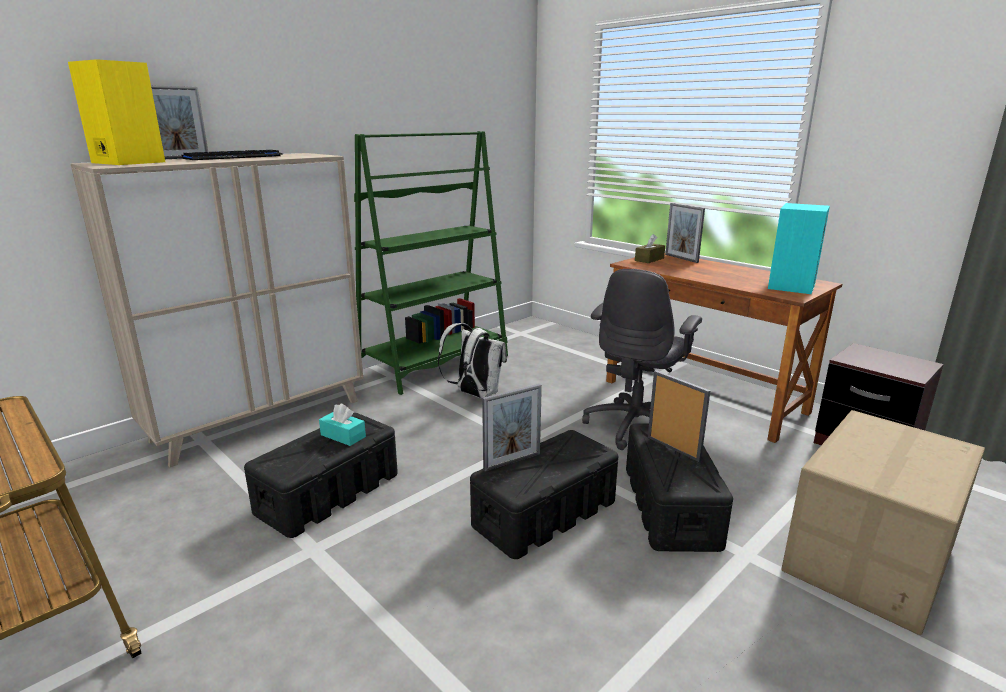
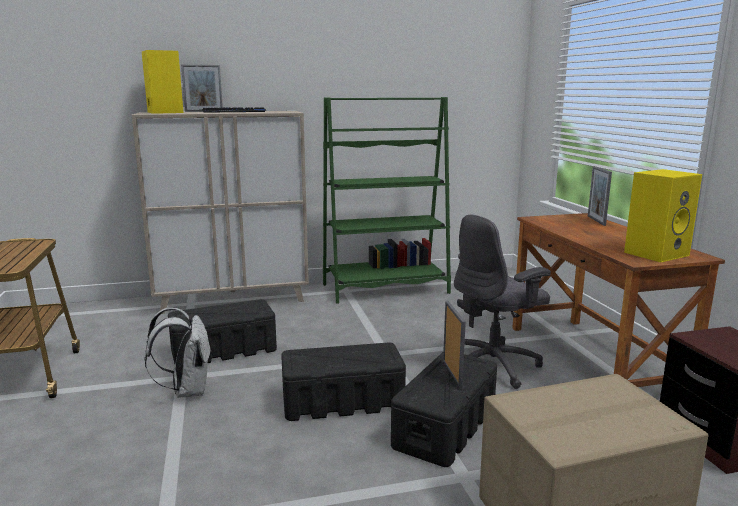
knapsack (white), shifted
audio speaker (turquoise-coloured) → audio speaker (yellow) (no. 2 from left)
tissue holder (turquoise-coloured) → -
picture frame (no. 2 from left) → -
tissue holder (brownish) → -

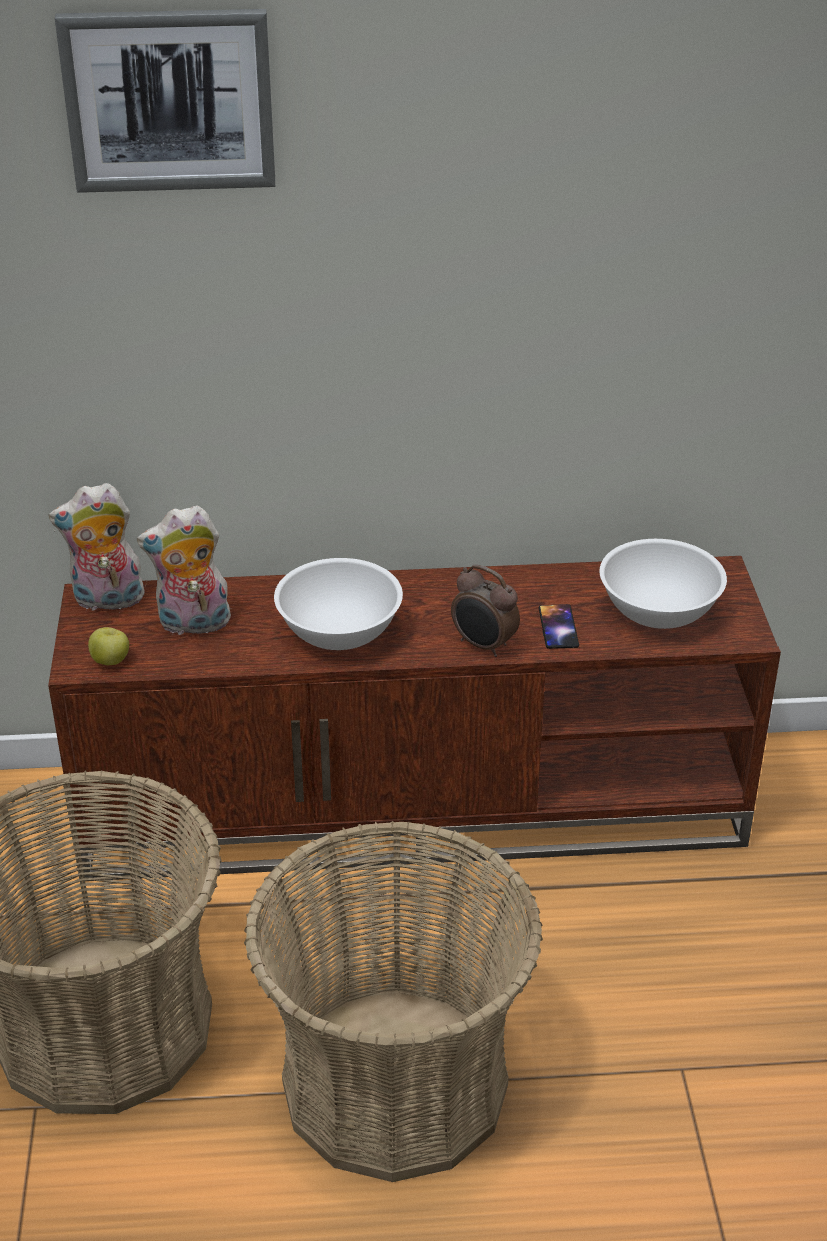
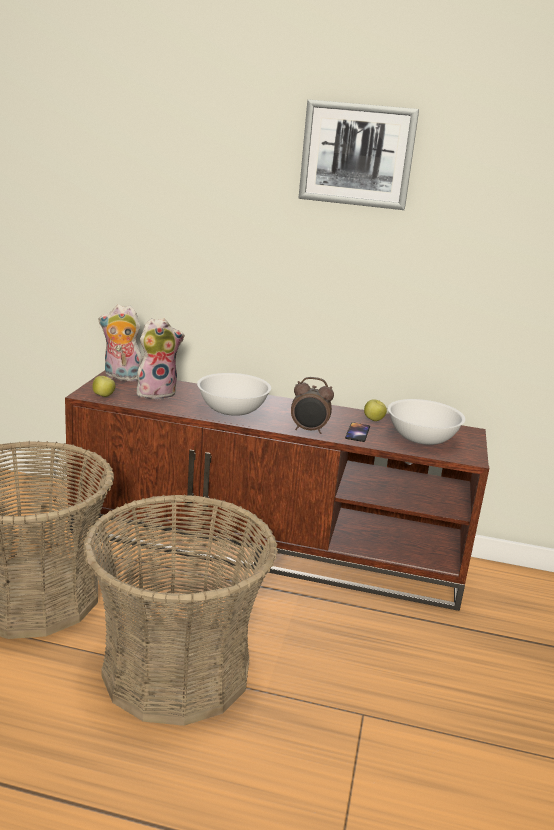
cuddly toy (no. 2 from left), 150 degrees clockwise
alarm clock, 45 degrees counterclockwise
wall art, shifted
- → whole apple (no. 2 from left)

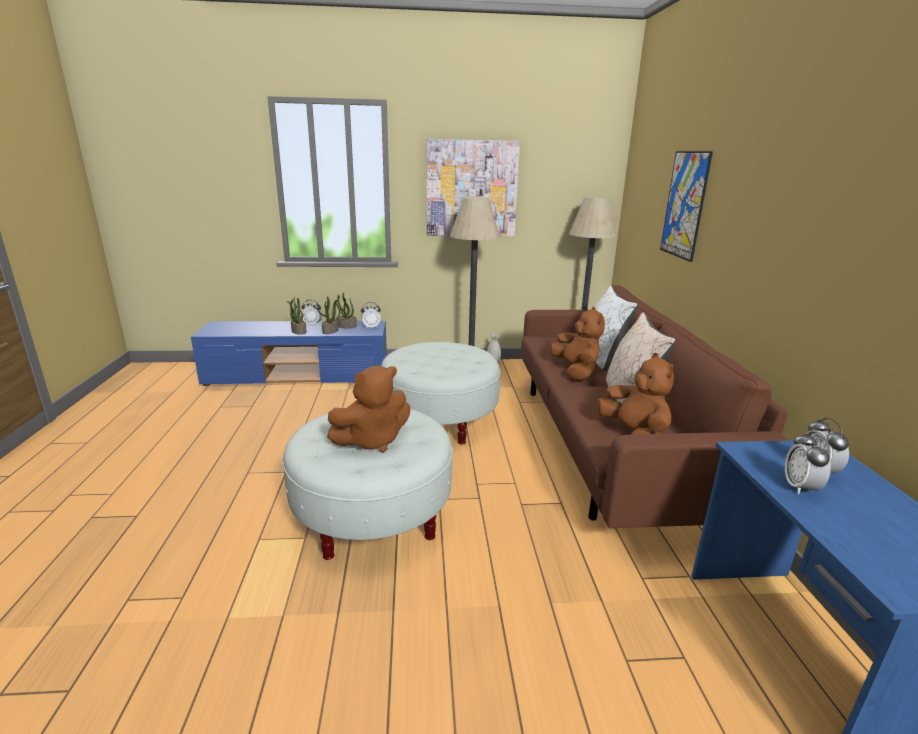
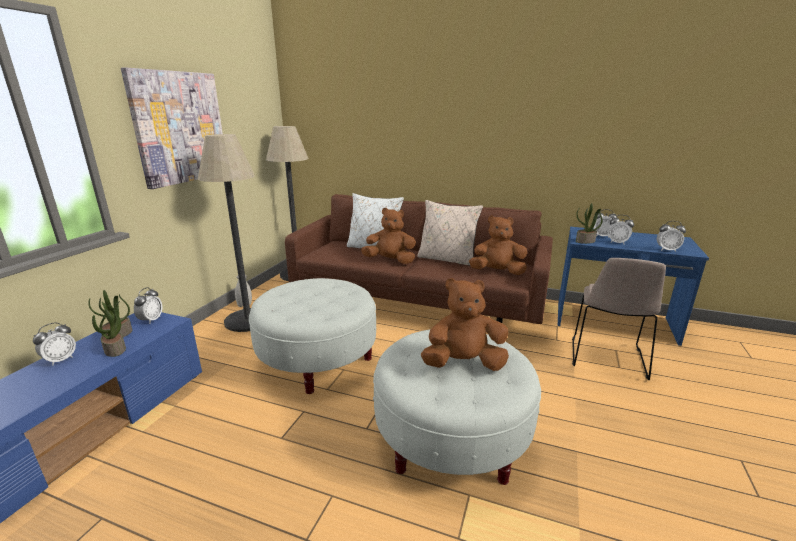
cuddly toy (brownish) (no. 1 from left in the first image) → cuddly toy (brownish) (no. 2 from left), 90 degrees counterclockwise
- → plain chair (beige-coloured)
houseplant (no. 1 from left in the first image) → houseplant (no. 3 from left), shifted
- → alarm clock (no. 5 from left)
wall art (no. 2 from left) → -

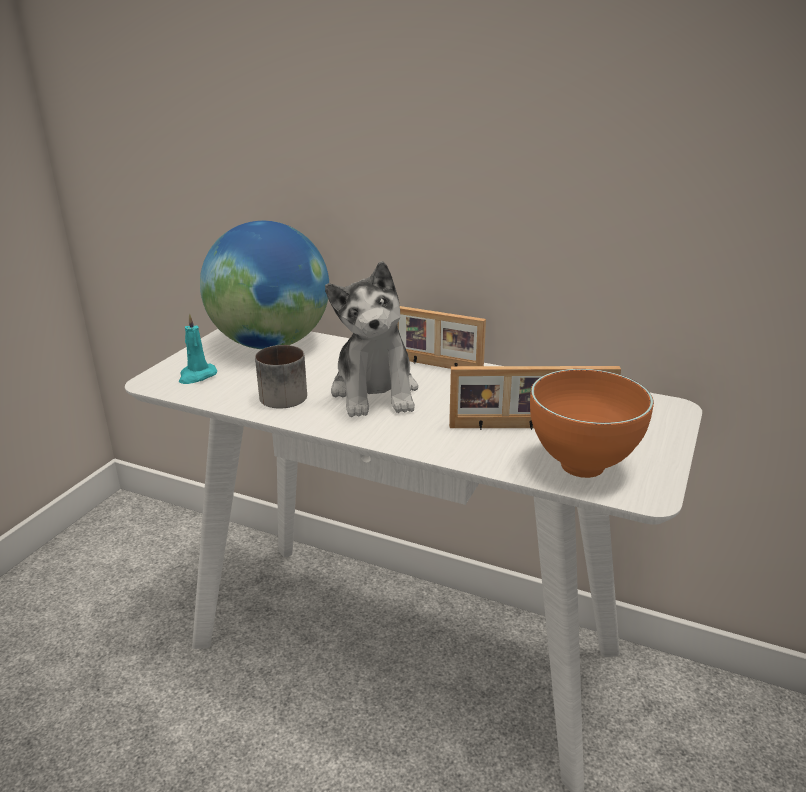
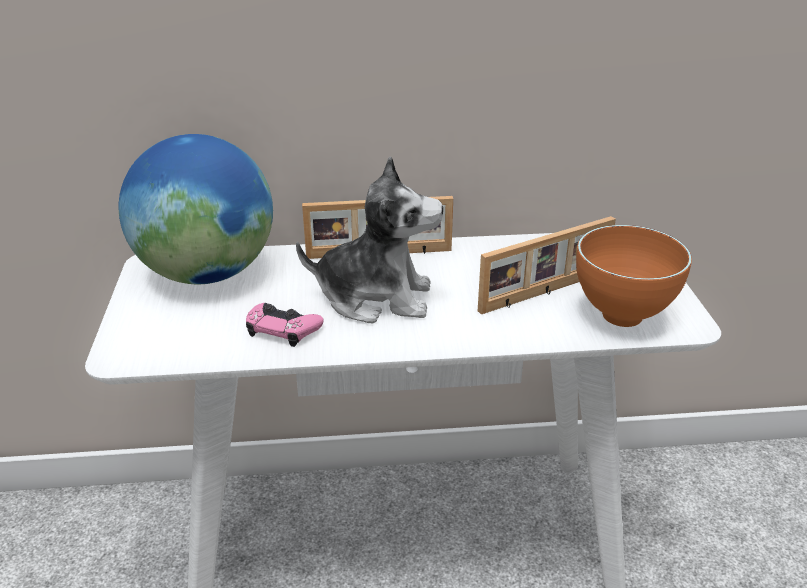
tea mug → joypad (pinkish)
cuddly toy, 45 degrees counterclockwise
wax light (turquoise-coloured) → -

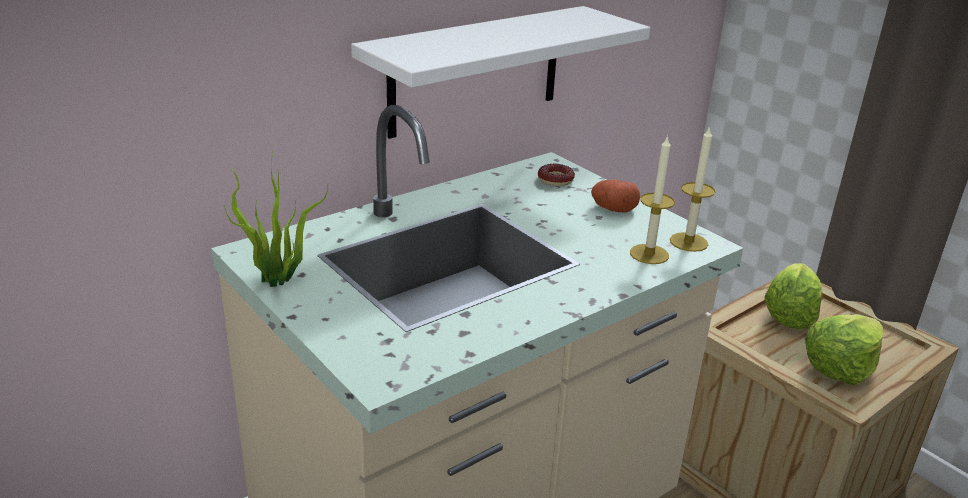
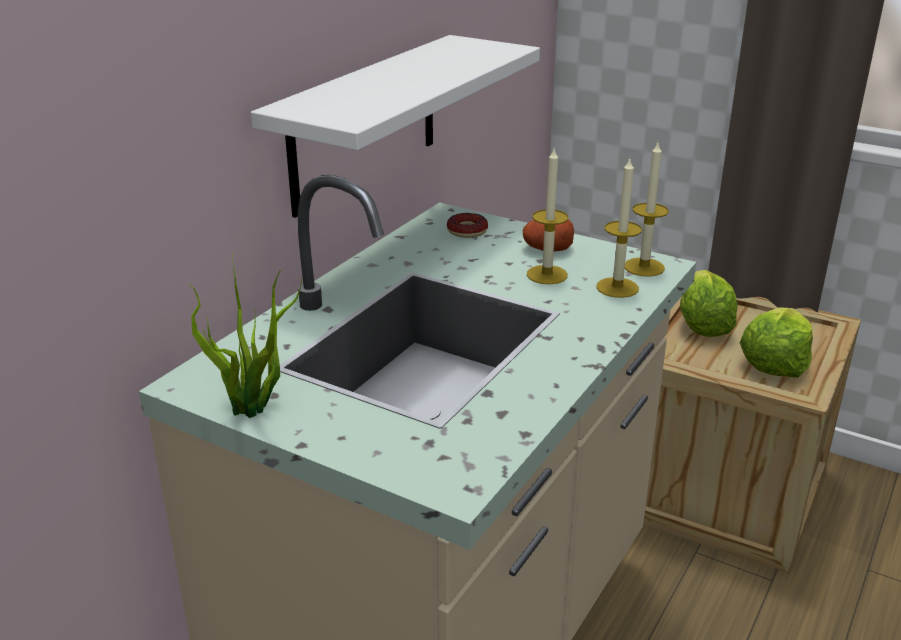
- → wax light (no. 1 from left)

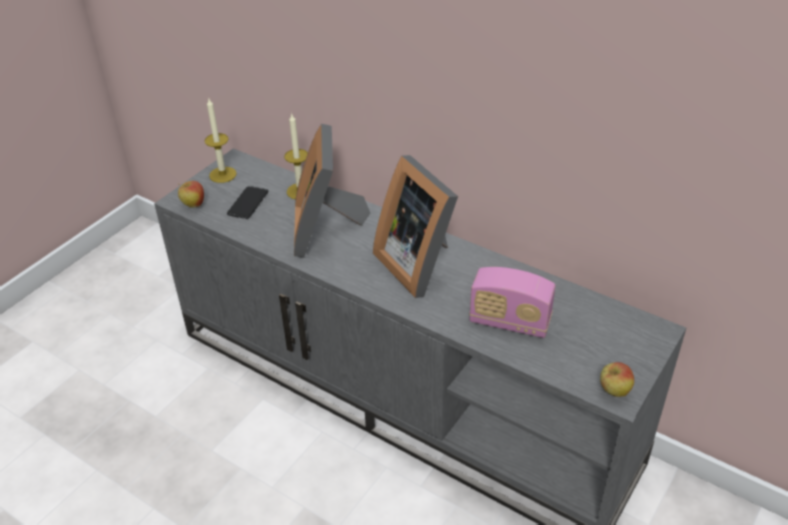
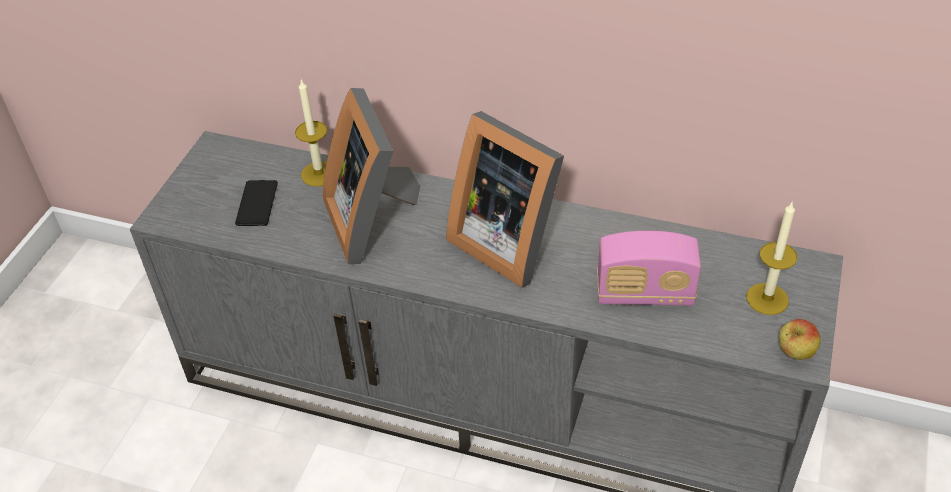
wax light (no. 1 from left in the first image) → wax light (no. 2 from left), shifted
whole apple (no. 1 from left) → -

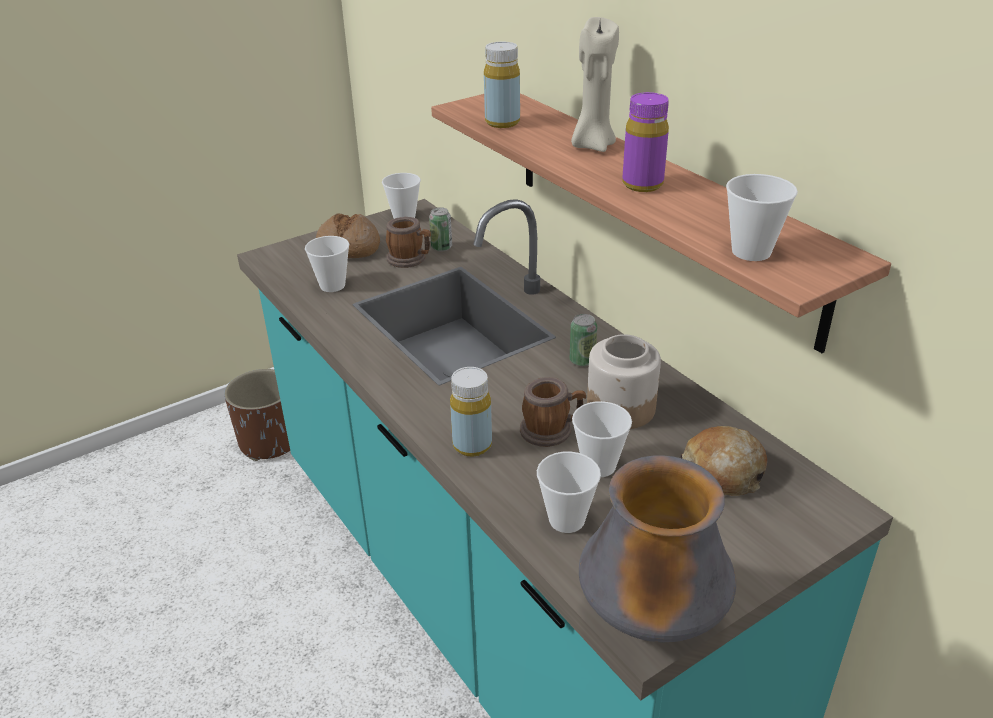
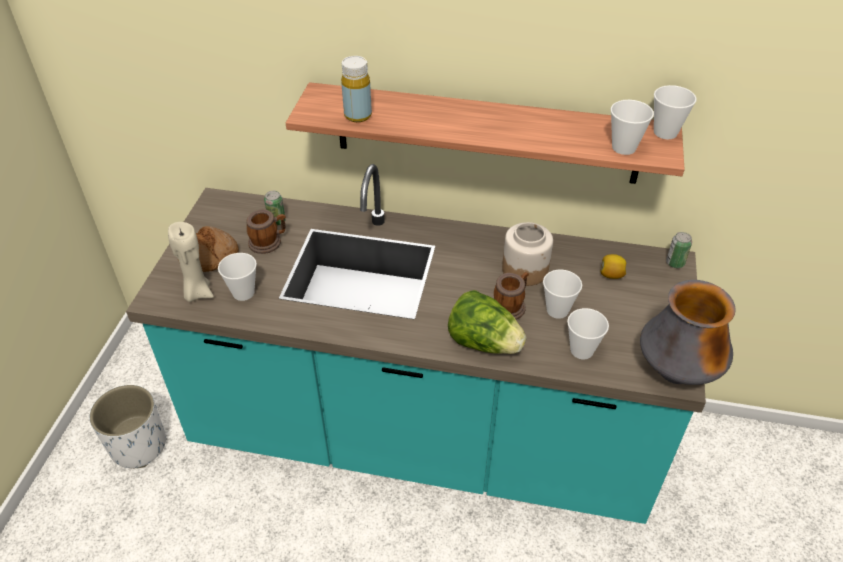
flower pot (brownish) → flower pot (white)
wax light (beige-coloured), shifted
bottle (yellow) (no. 1 from left) → head of lettuce
bread (no. 2 from left) → lemon
small cup (no. 2 from left in the first image) → small cup (no. 5 from left), shifted
sealed can (no. 2 from left), shifted
bottle (purple) → -

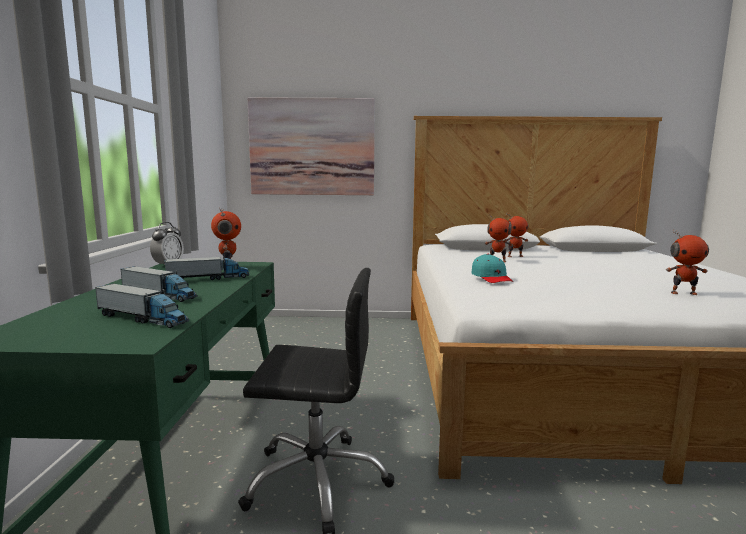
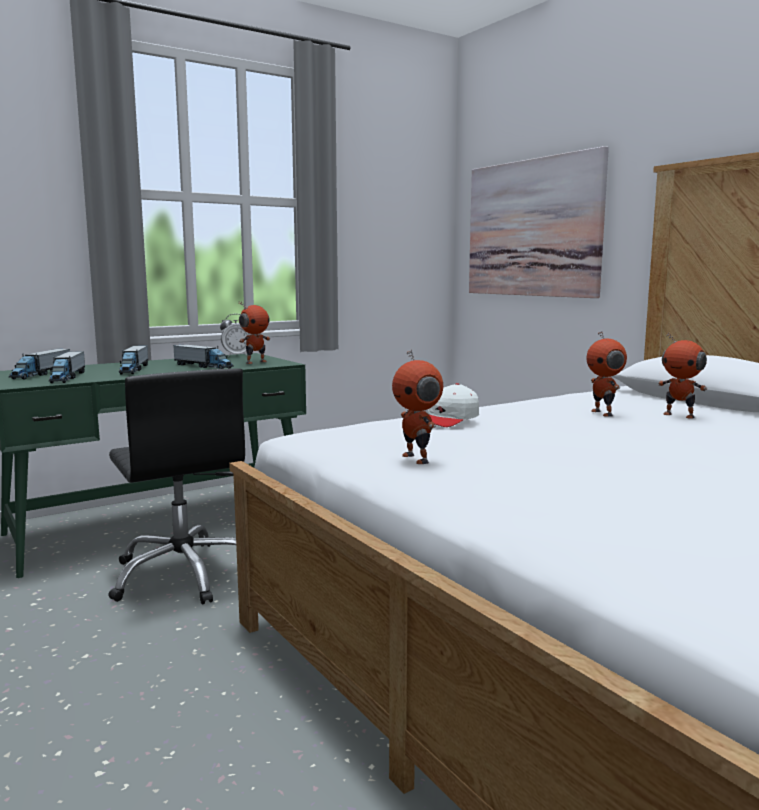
- → model truck (no. 1 from left)
toy robot (no. 4 from left in the first image) → toy robot (no. 2 from left), shifted
cap (turquoise-coloured) → cap (white)

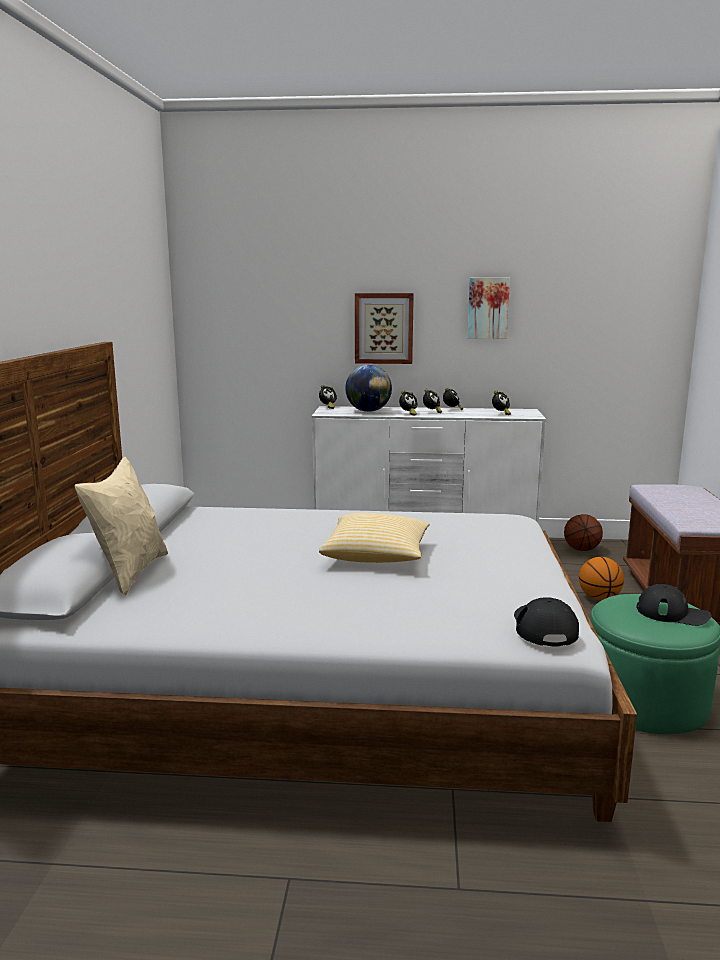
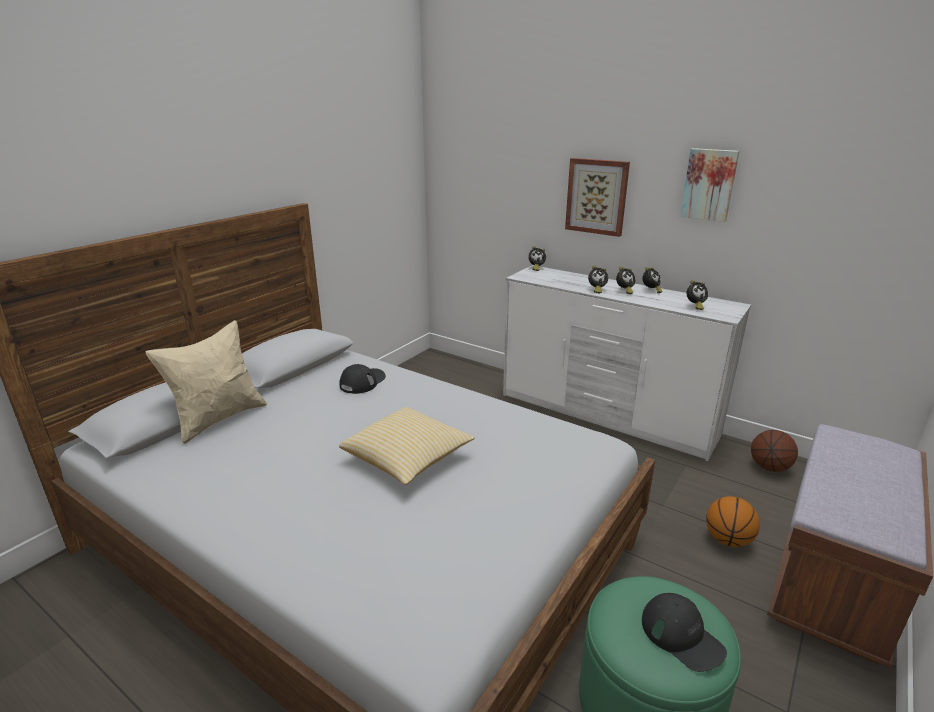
cap (black-coloured) (no. 1 from left), shifted
world globe → -

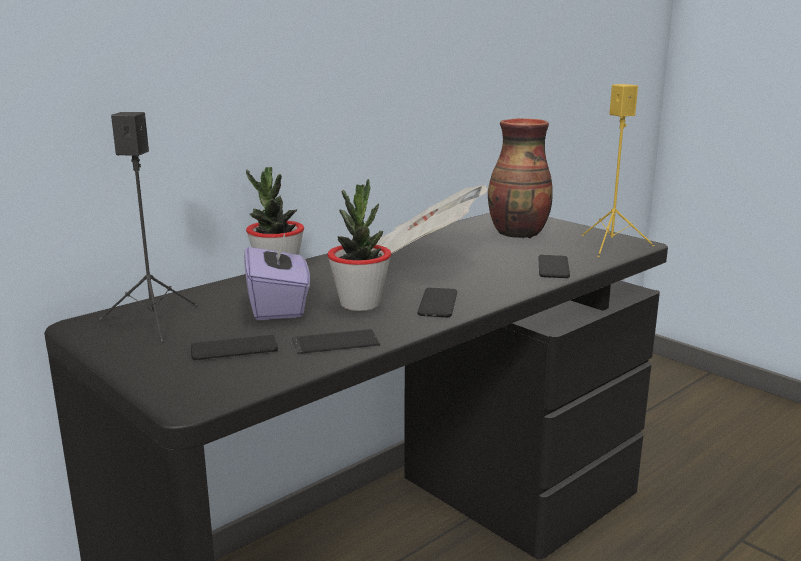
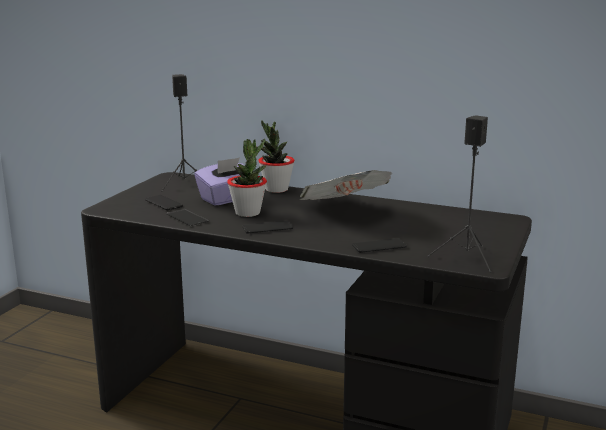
audio speaker (yellow) → audio speaker (black-coloured) (no. 2 from left)
flower vase → -

